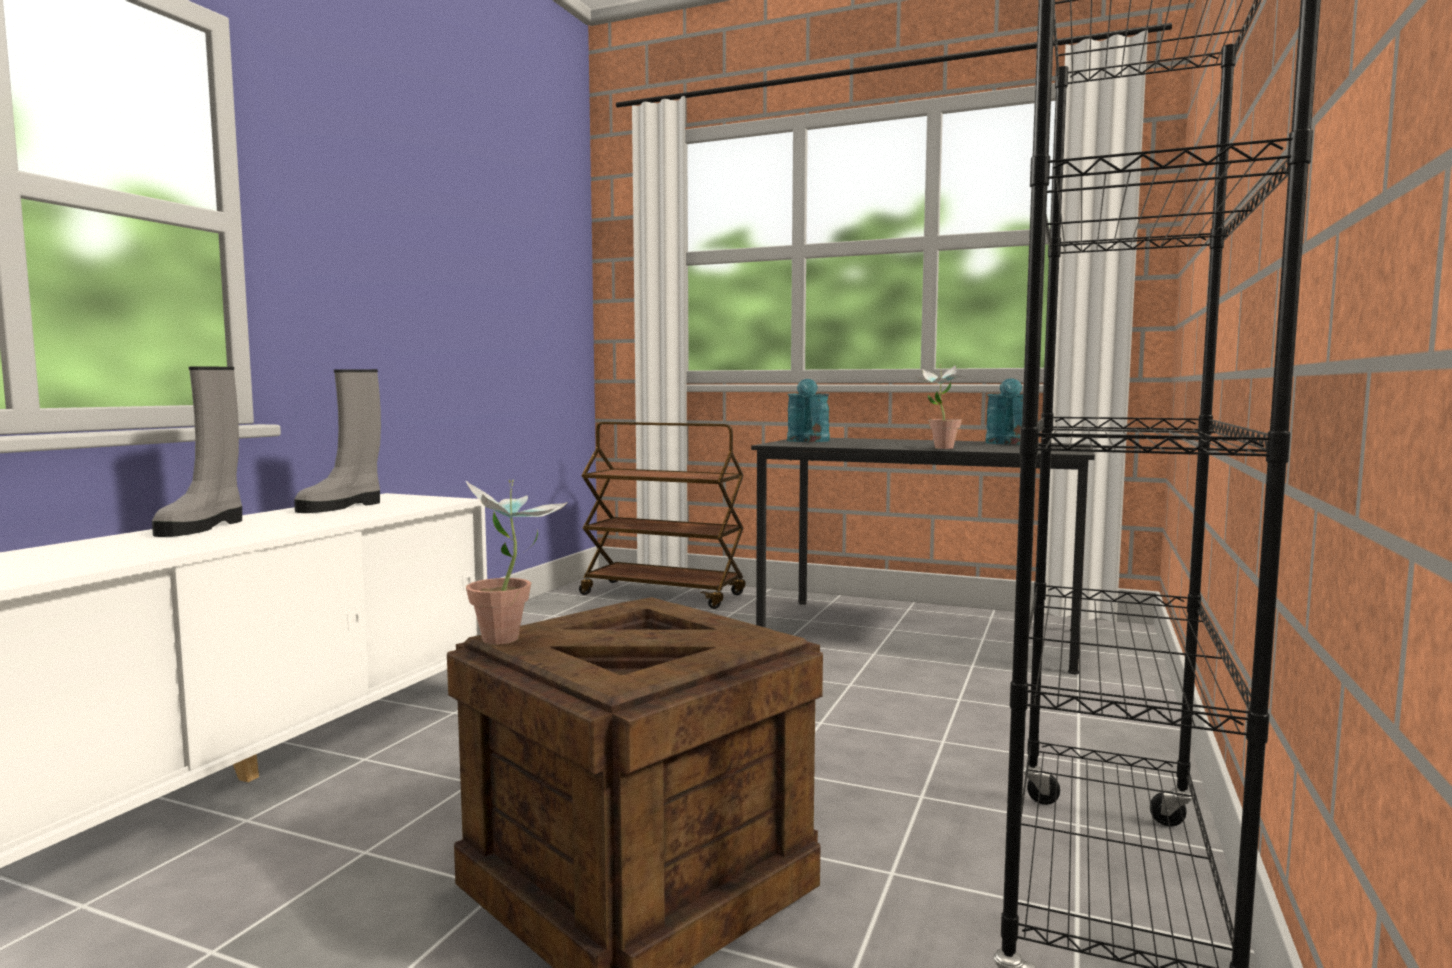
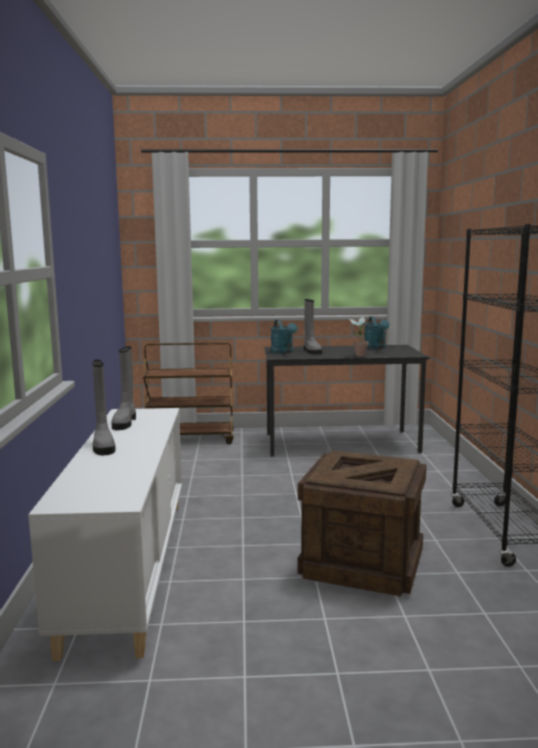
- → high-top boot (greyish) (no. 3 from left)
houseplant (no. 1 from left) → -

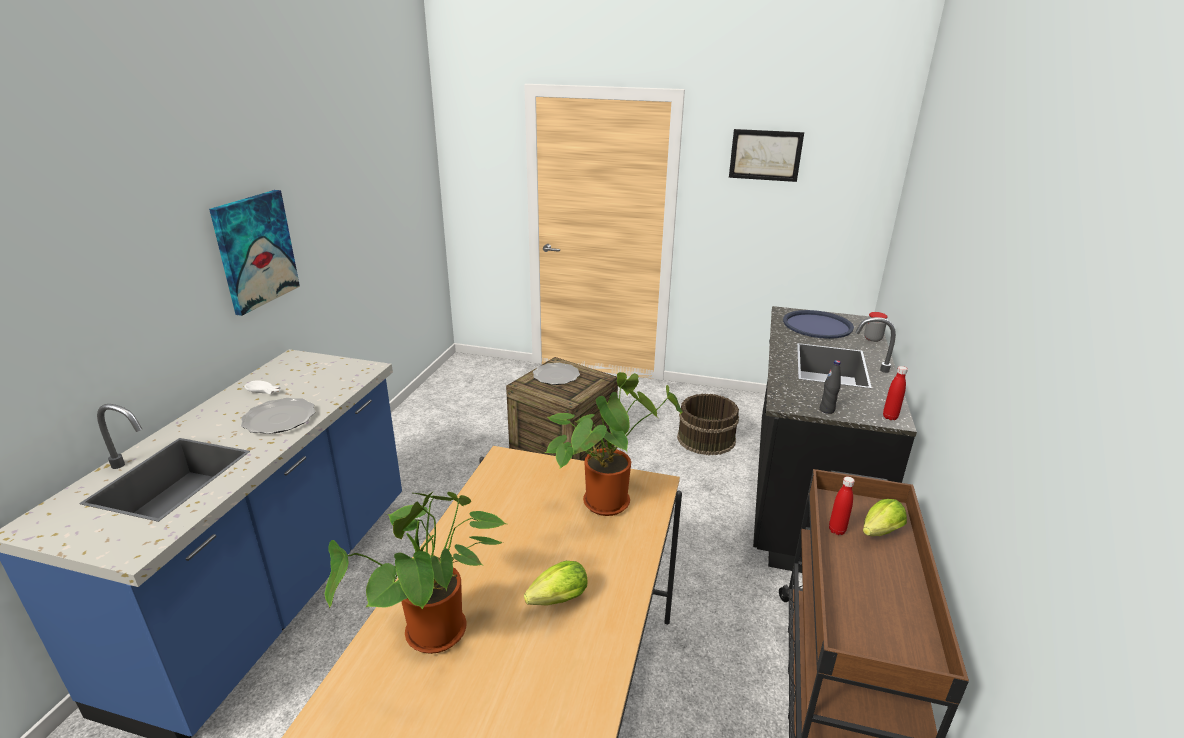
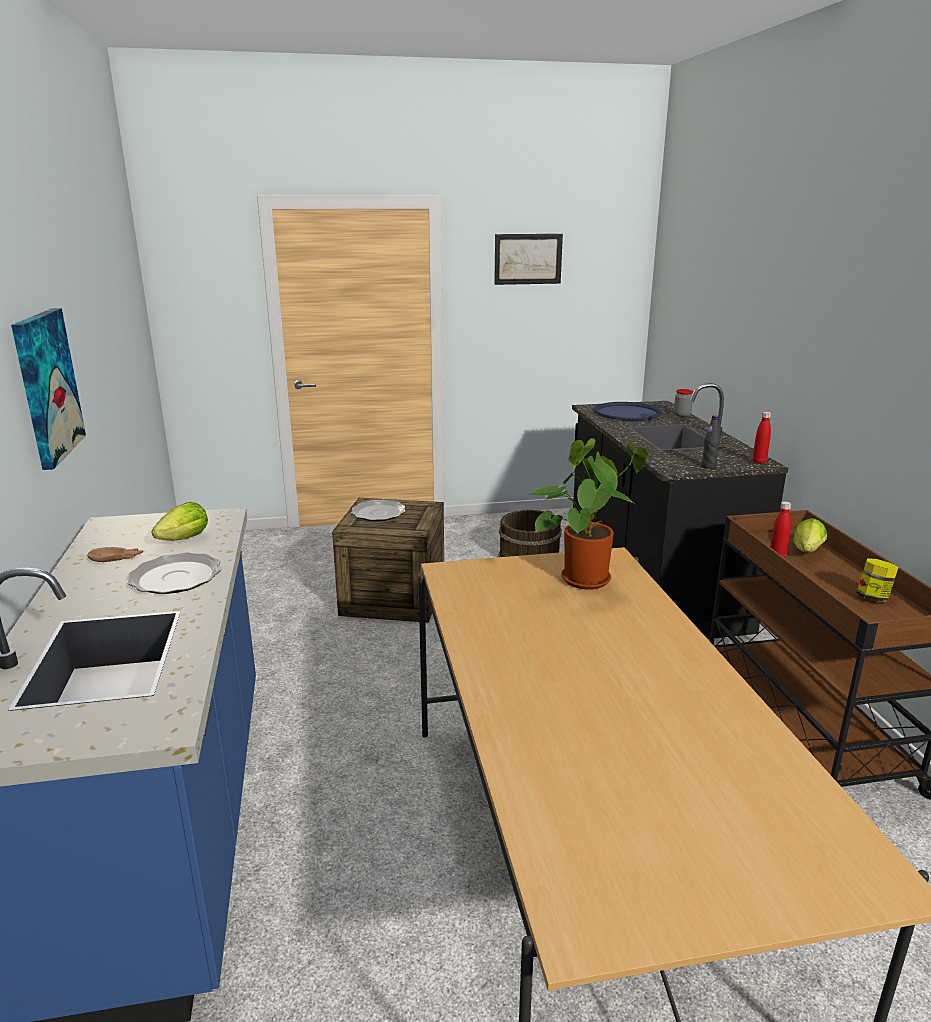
serving bowl (white) → serving bowl (brownish)
head of lettuce (no. 1 from left), shifted
- → storage jar (no. 2 from left)
houseplant (no. 1 from left) → -

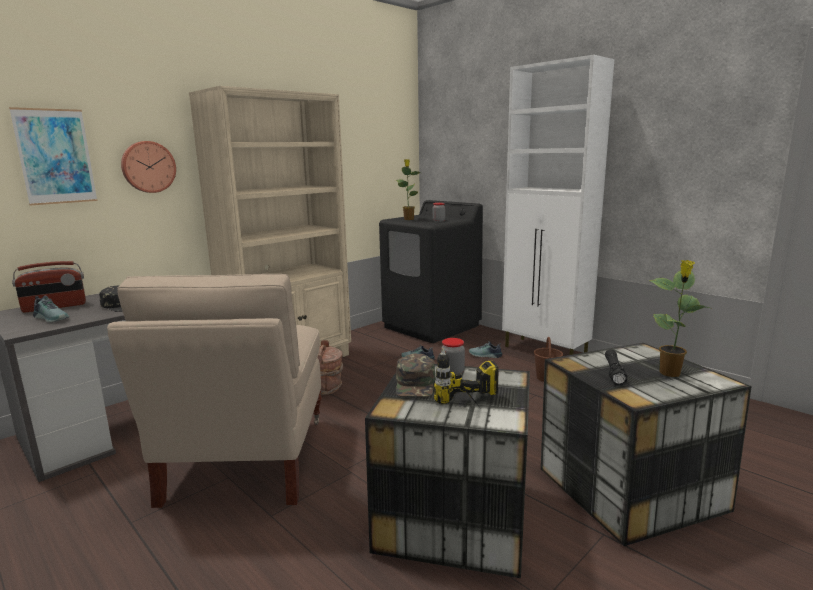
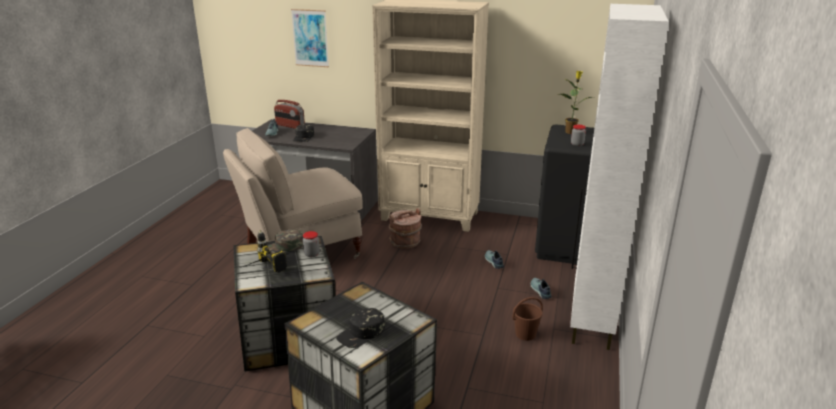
houseplant (no. 2 from left) → cap (black-coloured) (no. 2 from left)
clock on the wall → -
hand torch (black-coloured) → -

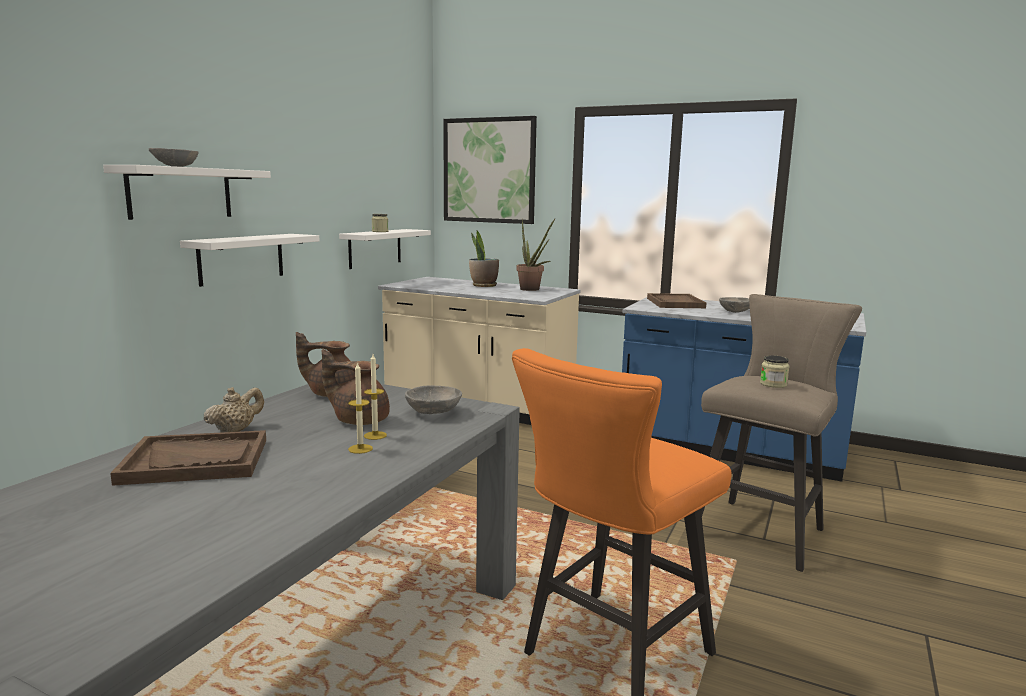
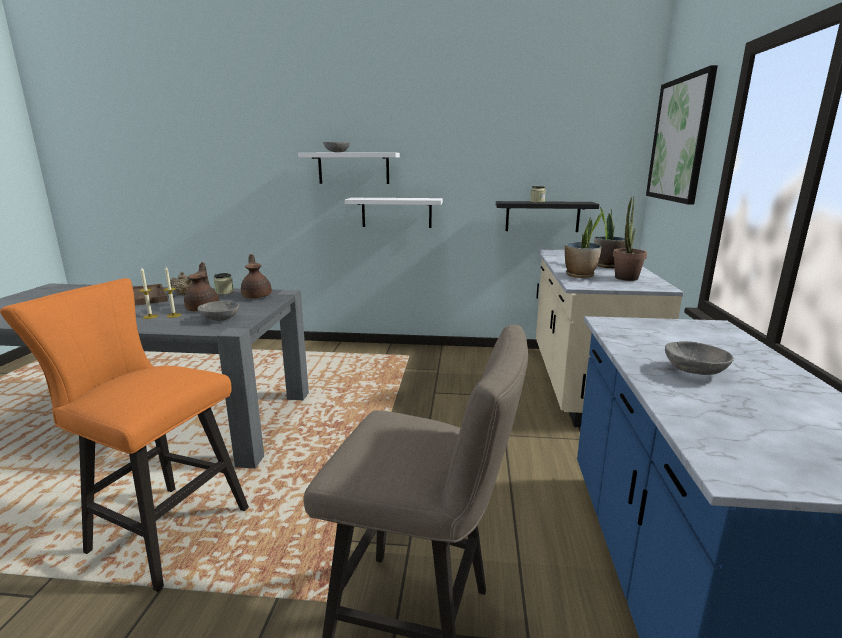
storage jar (no. 2 from left in the first image) → storage jar (no. 1 from left), shifted
shelf (white) (no. 3 from left) → shelf (black-coloured)
- → houseplant (no. 1 from left)
carrying tray (brownish) (no. 2 from left) → -

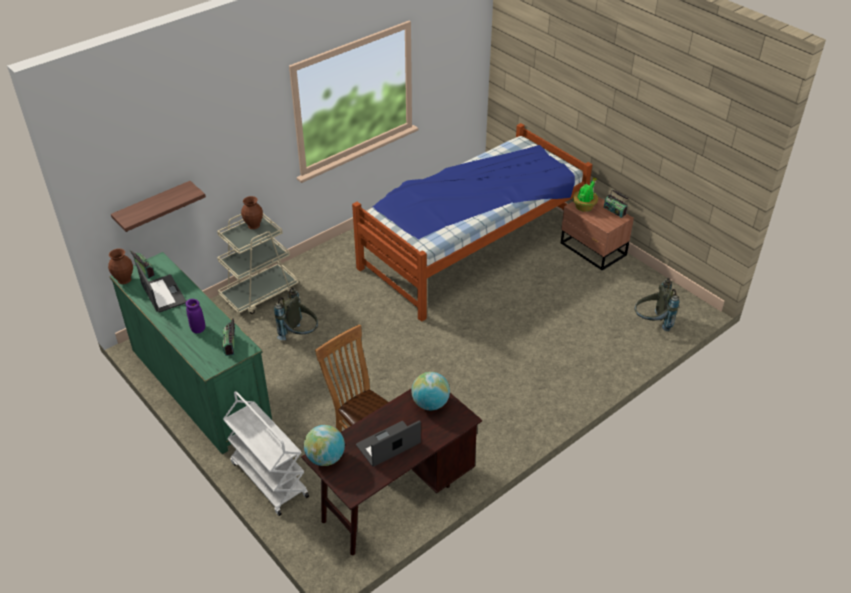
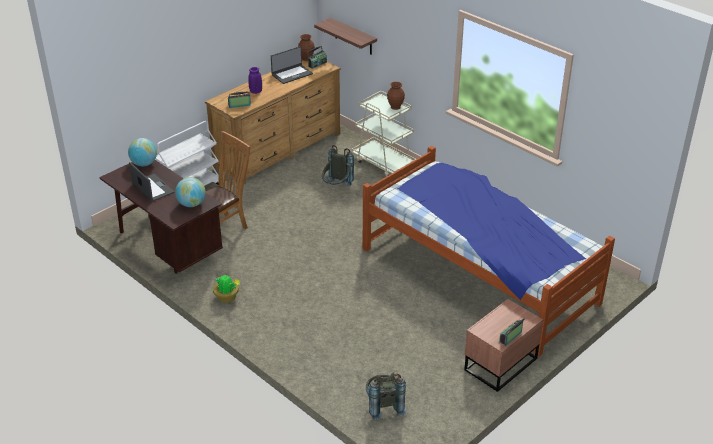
drawer chest (green-coloured) → drawer chest (brownish)
houseplant, shifted

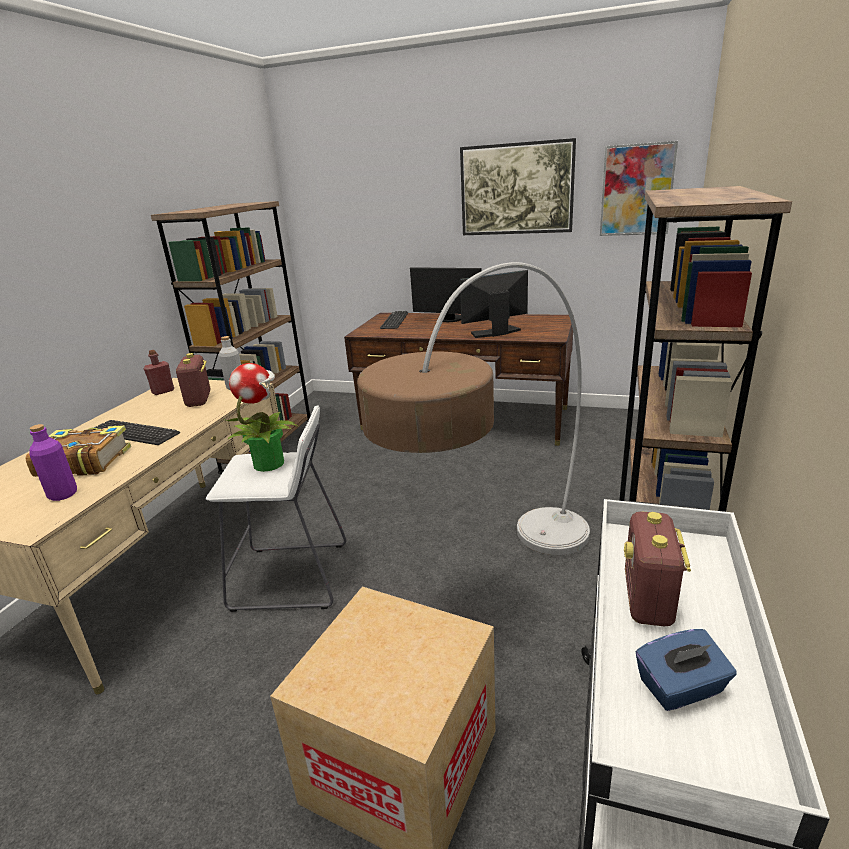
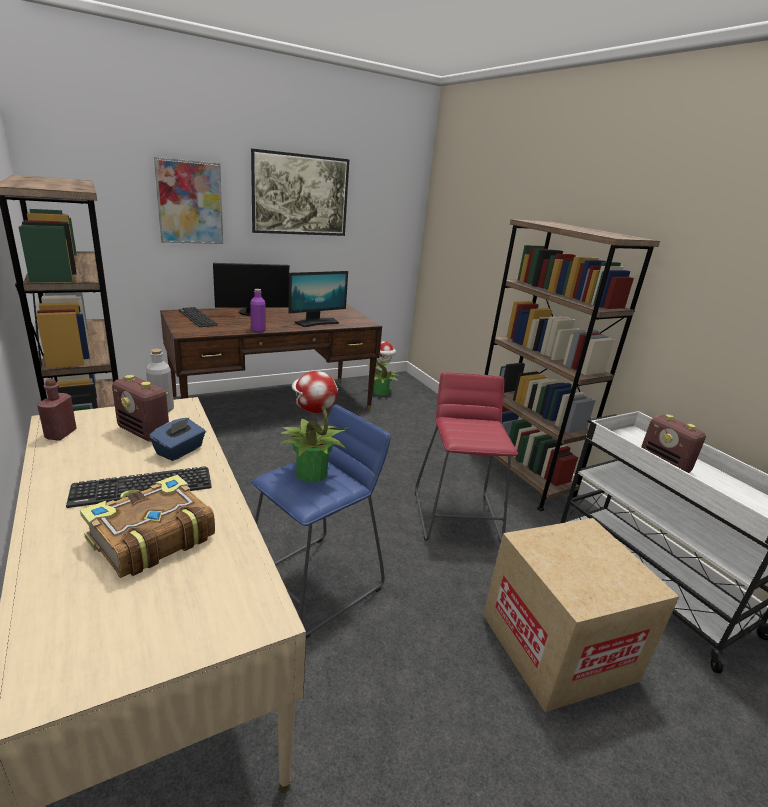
tissue holder (bluish), shifted
wall art (no. 2 from left in the first image) → wall art (no. 1 from left), shifted
bottle (purple), shifted
stool (white) → stool (bluish)
computer screen (no. 2 from left), 150 degrees counterclockwise
- → houseplant (no. 2 from left)
standard lamp → stool (red)

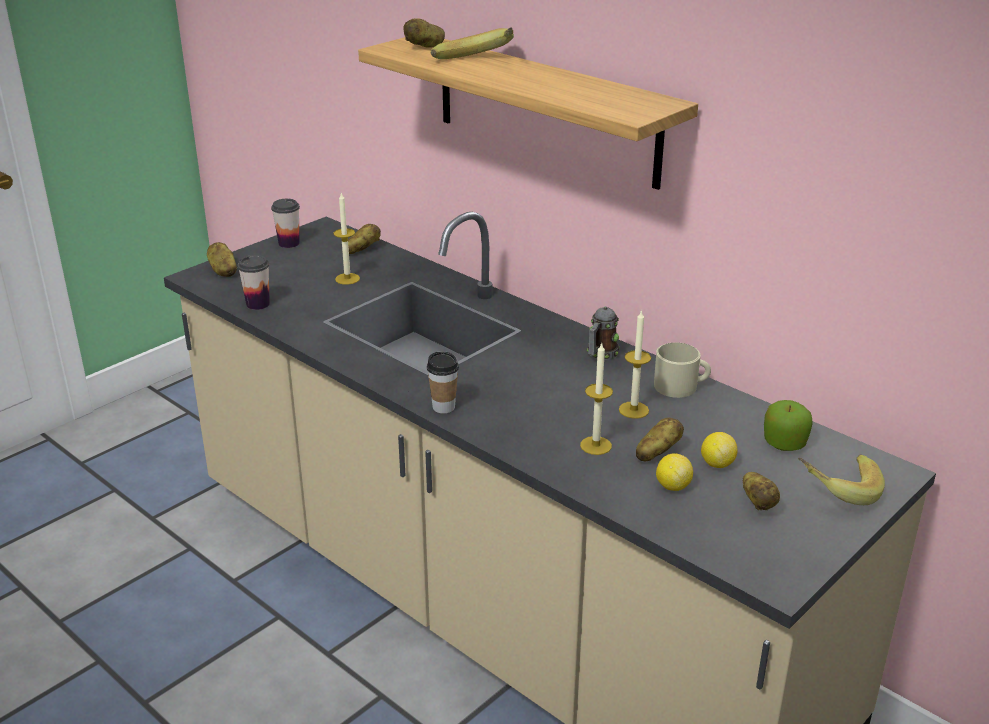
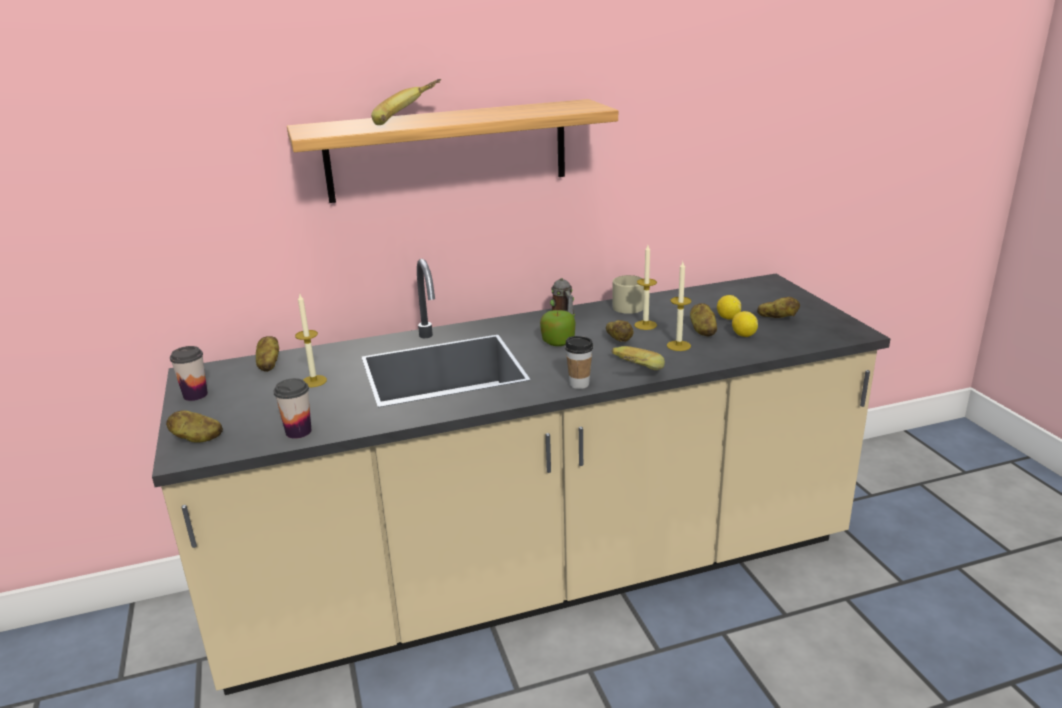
whole apple, shifted
potato (no. 3 from left), shifted
banana fruit (no. 2 from left), shifted

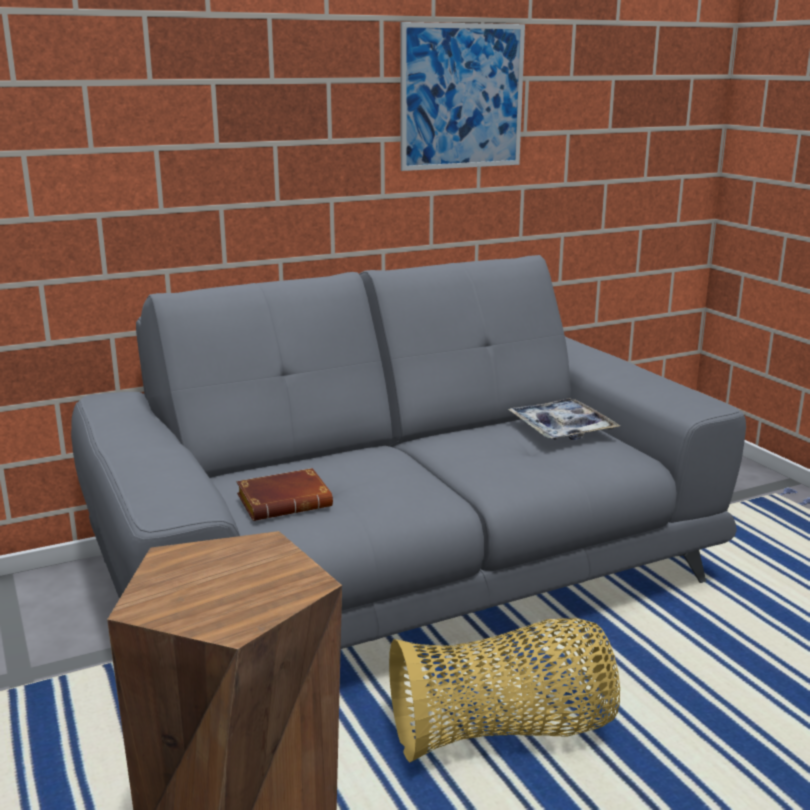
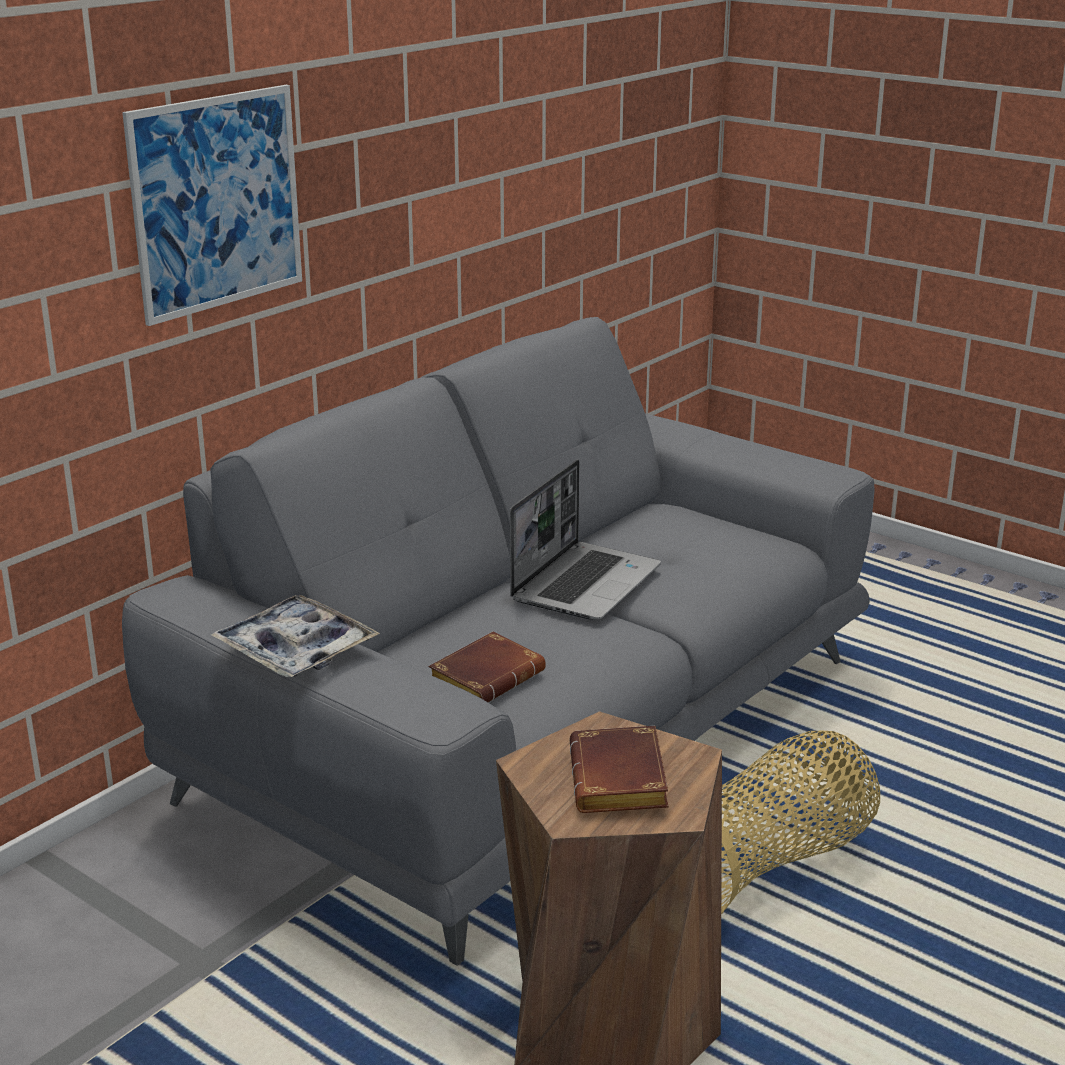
wall art, shifted
carrying tray, shifted
- → notebook computer
- → volume (brownish) (no. 2 from left)

